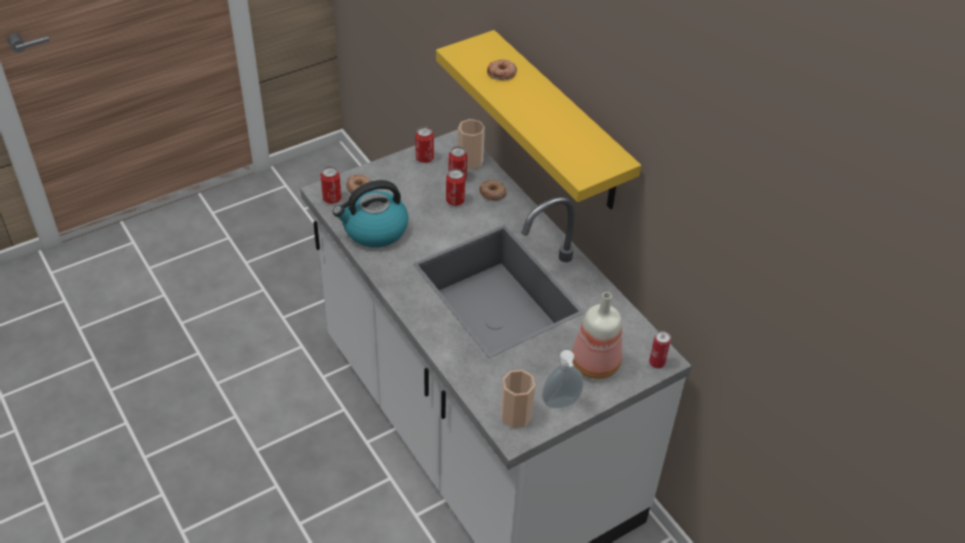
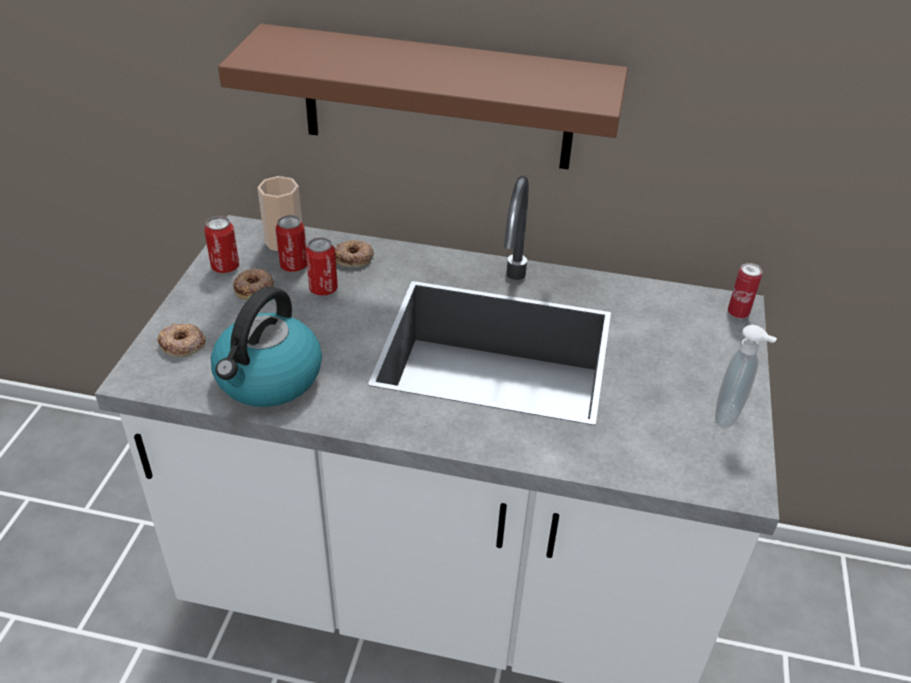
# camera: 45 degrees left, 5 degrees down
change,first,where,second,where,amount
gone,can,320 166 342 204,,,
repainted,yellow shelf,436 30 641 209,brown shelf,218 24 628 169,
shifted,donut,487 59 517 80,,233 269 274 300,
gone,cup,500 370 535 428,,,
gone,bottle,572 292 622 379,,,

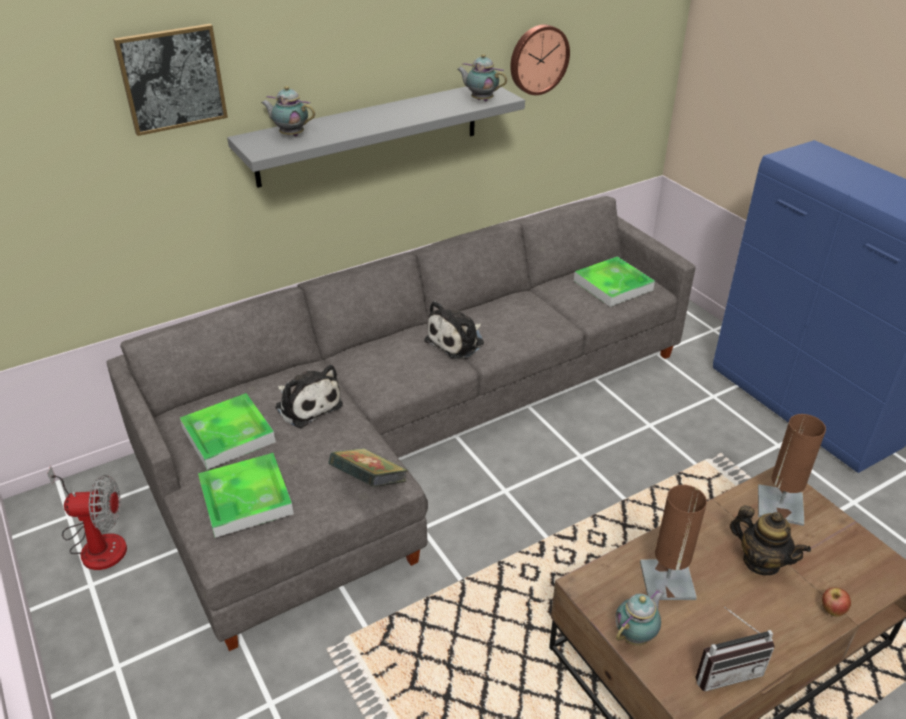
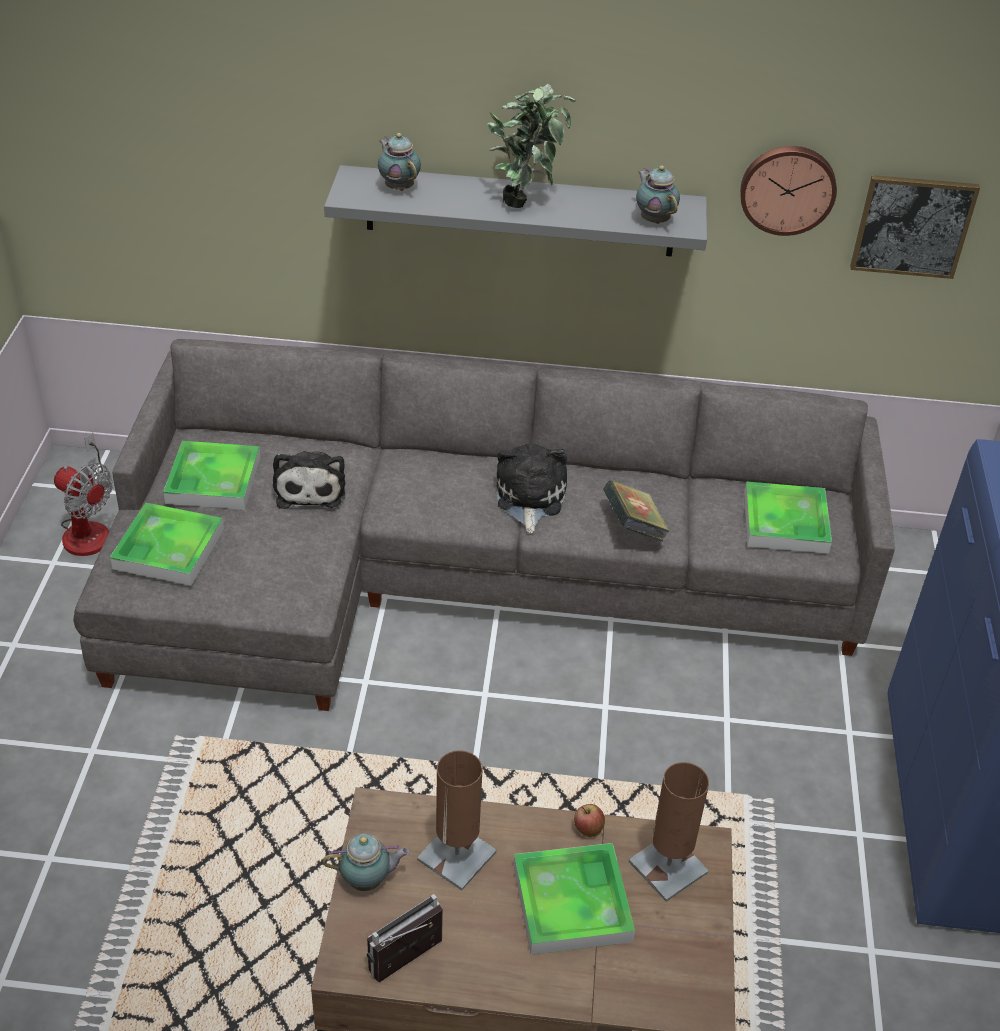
# camera: 35 degrees right, 5 degrees up
change,first,where,second,where,amount
shifted,picture,113 24 228 136,,850 175 980 279,
shifted,book,328 448 409 487,,603 480 670 541,
rotated,plush toy,424 301 484 359,,497 444 567 533,105 degrees clockwise
rotated,radio,695 607 775 691,,367 894 443 982,120 degrees clockwise
swapped,teapot,730 505 811 575,tray,514 843 635 955,
shifted,apple,822 587 851 617,,574 804 605 837,
new,,,potted plant,487 83 576 208,

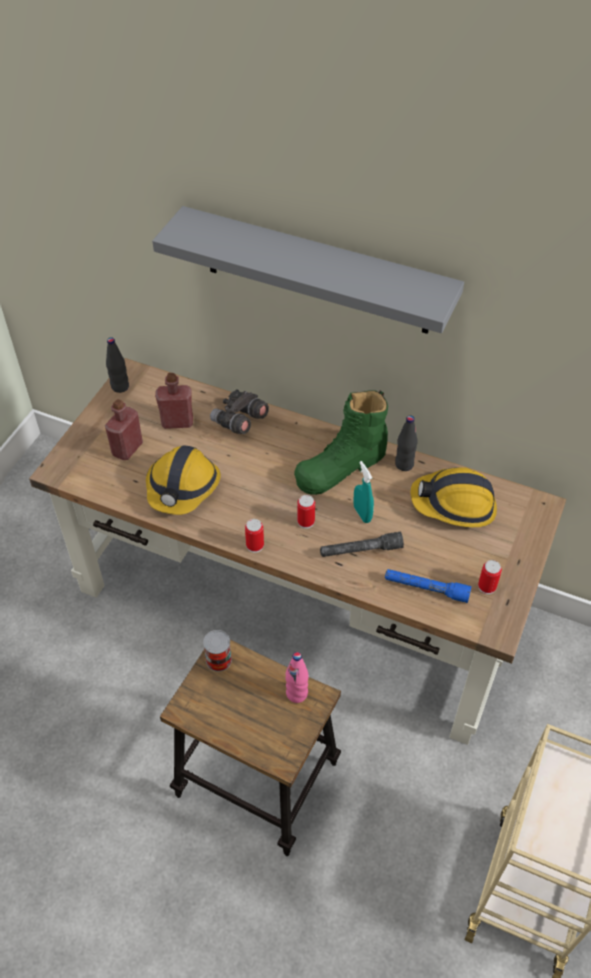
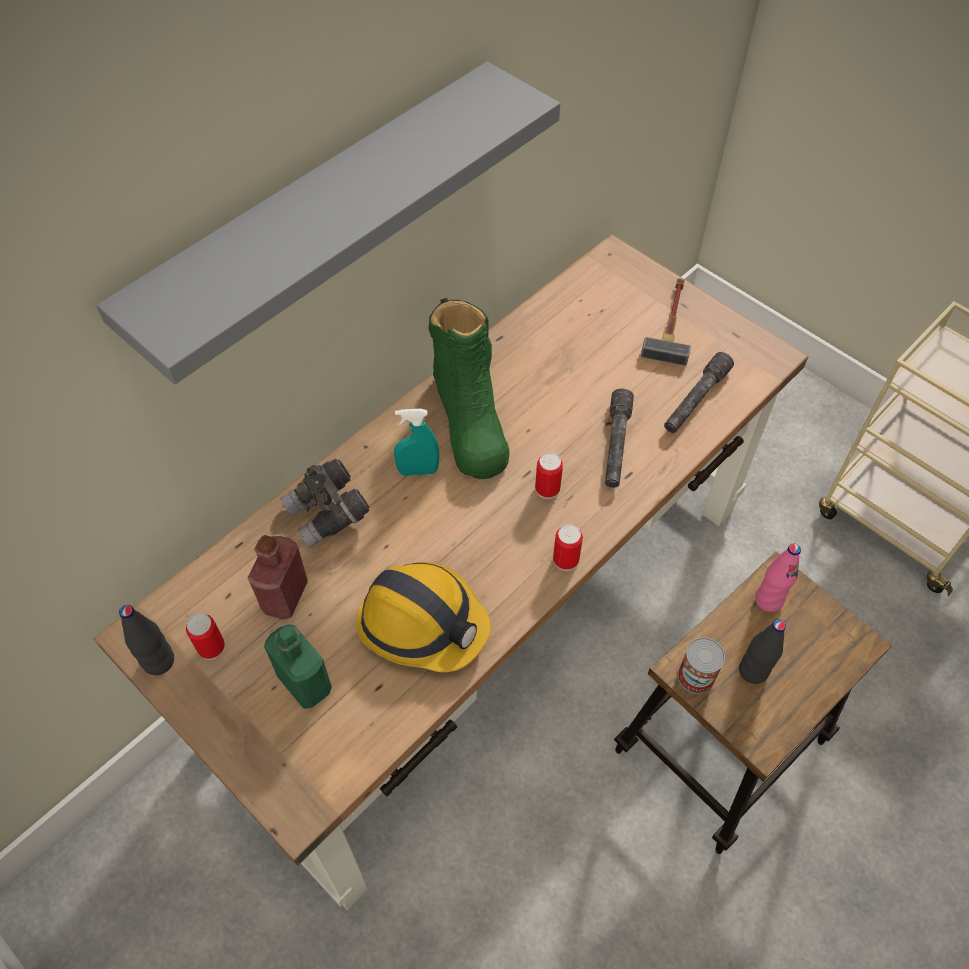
# camera: 70 degrees left, 5 degrees up
change,first,where,second,where,amount
repainted,red bottle,105 399 143 460,green bottle,264 625 332 709,
shifted,turquoise spray bottle,353 461 374 523,,394 409 439 476,
repainted,blue flashlight,385 569 472 603,grey flashlight,664 352 734 433,
shifted,black bottle,395 416 418 471,,739 619 786 684,
gone,hard hat,411 467 497 527,,,
shifted,can,478 560 502 594,,186 613 225 660,
new,,,hammer,641 278 691 366,

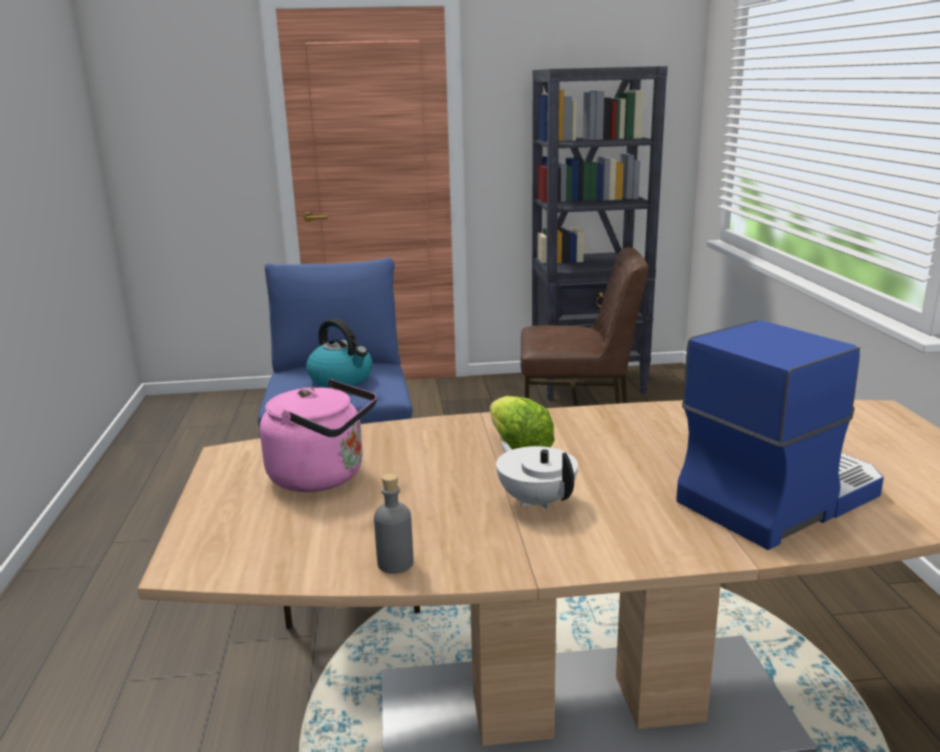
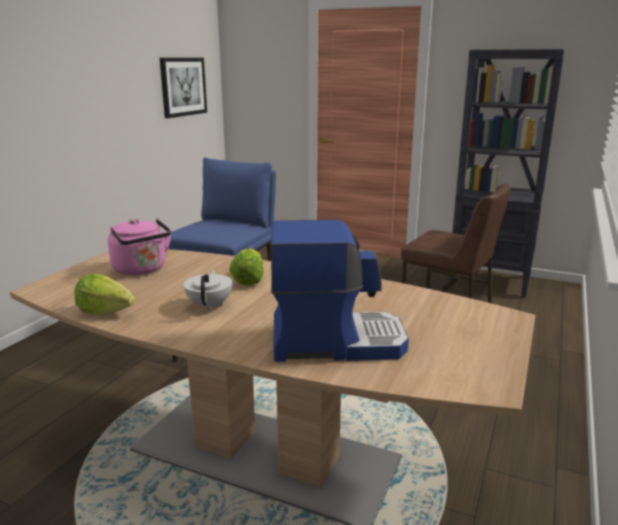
# camera: 30 degrees right, 0 degrees up
change,first,where,second,where,amount
gone,kettle,306 319 372 388,,,
swapped,grey bottle,374 473 413 574,lettuce,74 274 135 315,
new,,,picture,160 58 207 118,

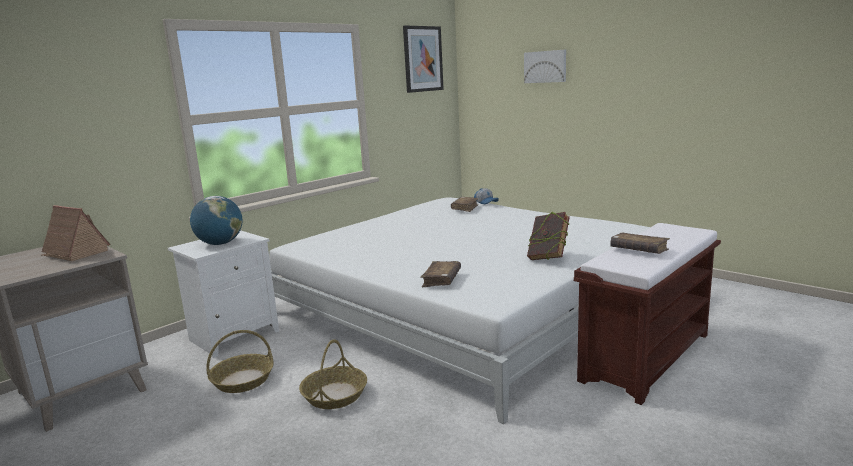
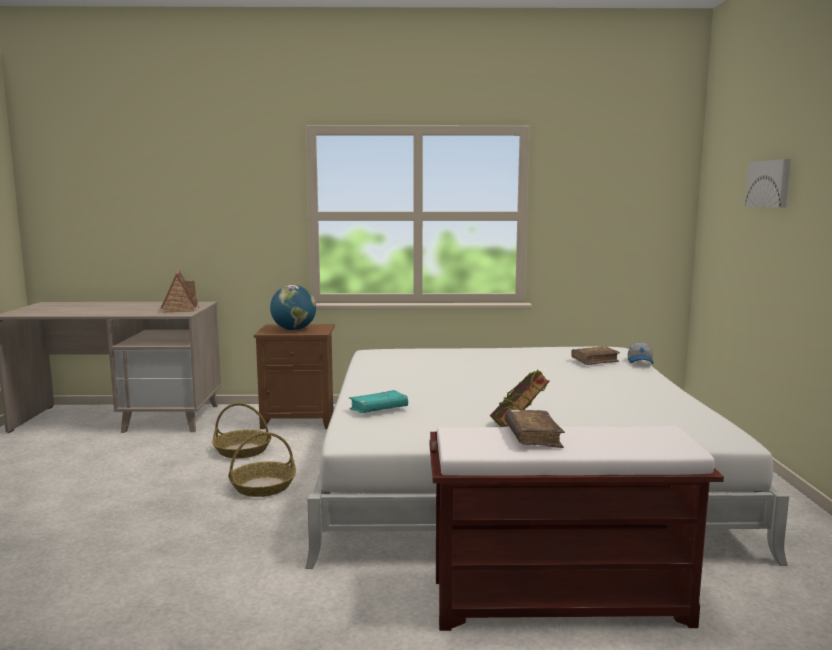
# camera: 45 degrees right, 5 degrees down
change,first,where,second,where,amount
repainted,white nightstand,168 230 279 358,brown nightstand,254 324 335 429,
gone,picture,403 25 444 93,,,
repainted,brown book,420 261 461 287,turquoise book,349 390 408 413,

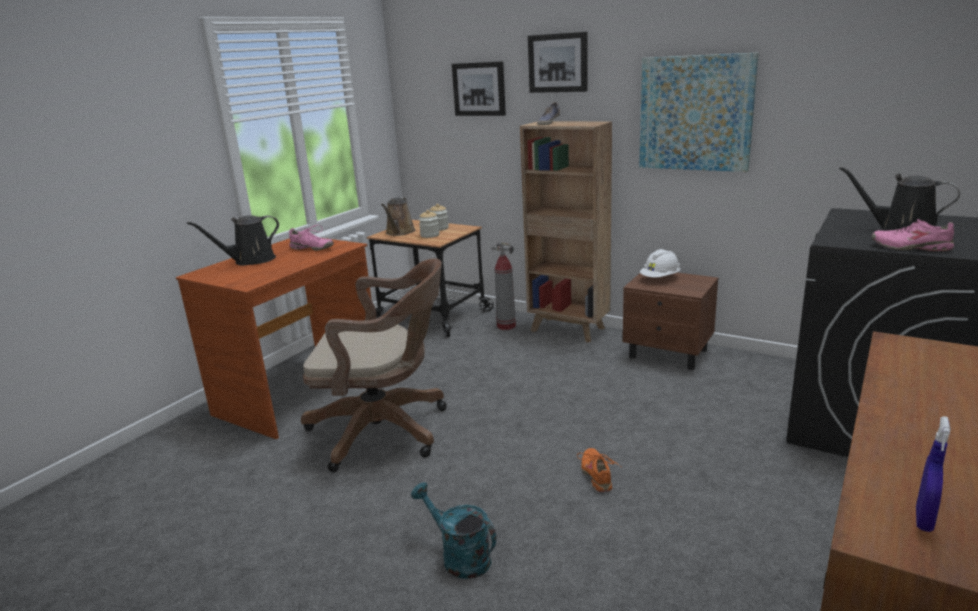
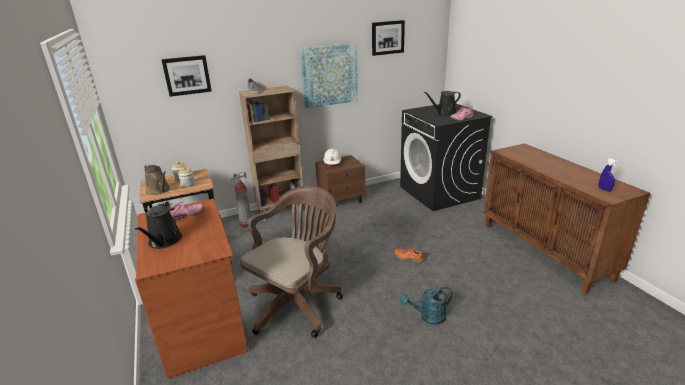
# camera: 55 degrees left, 5 degrees up
change,first,where,second,where,amount
shifted,picture,528 32 588 93,,372 20 405 56,

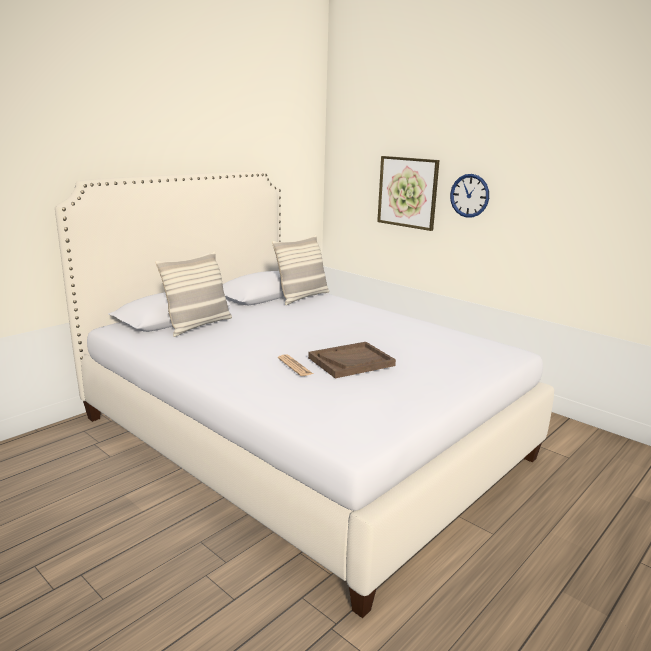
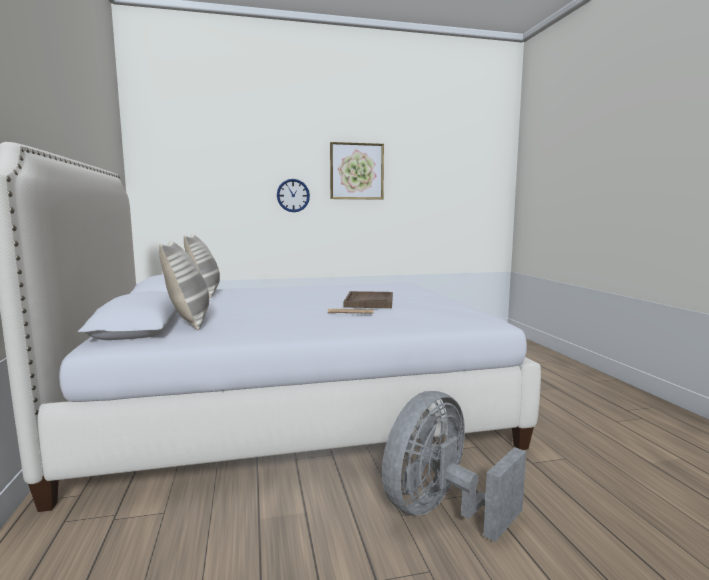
# camera: 55 degrees left, 10 degrees down
change,first,where,second,where,amount
shifted,picture,377 156 440 231,,330 142 384 199,
new,,,grey fan,382 391 526 542,

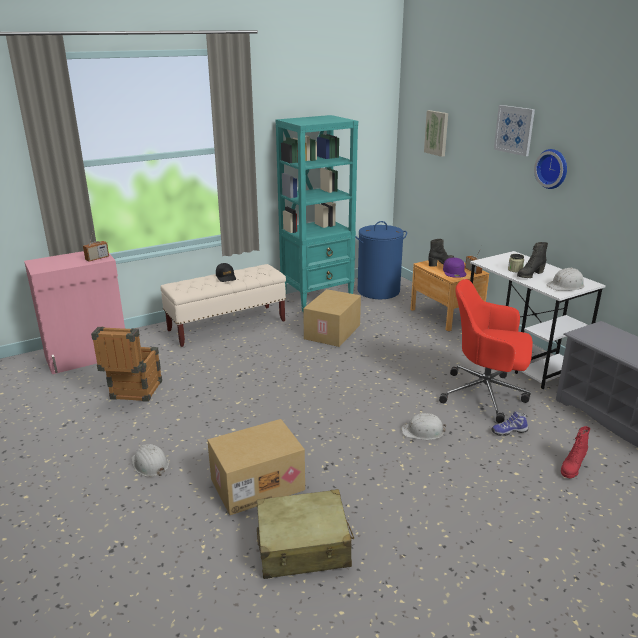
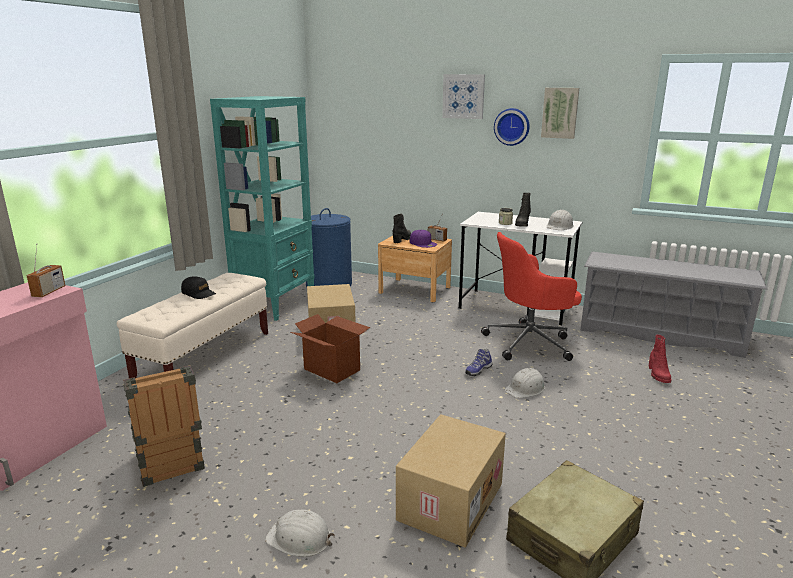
# camera: 35 degrees left, 5 degrees down
change,first,where,second,where,amount
shifted,picture,424 110 448 157,,541 88 579 139,
shifted,shoe,491 411 528 436,,465 349 492 376,
new,,,cardboard box,290 314 370 383,

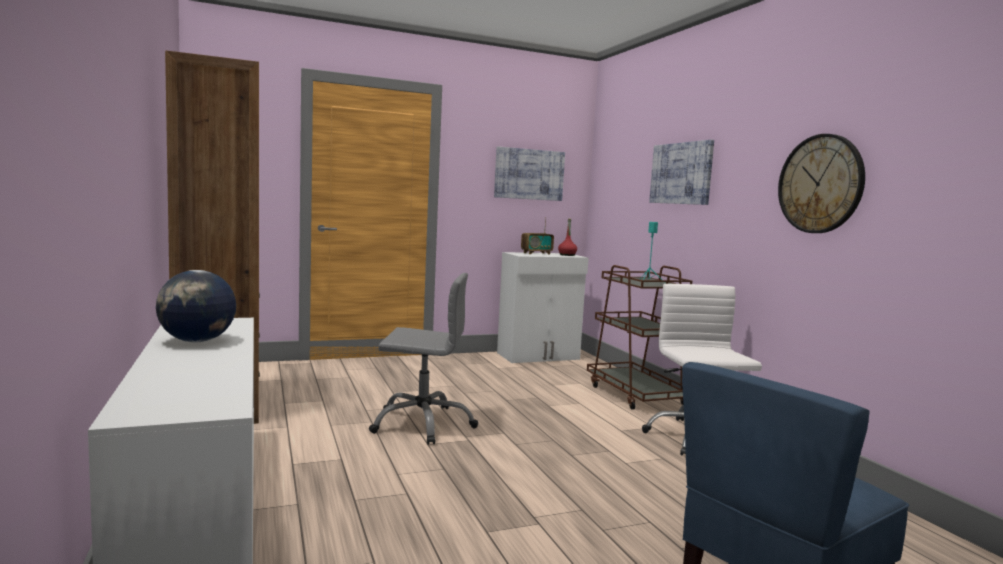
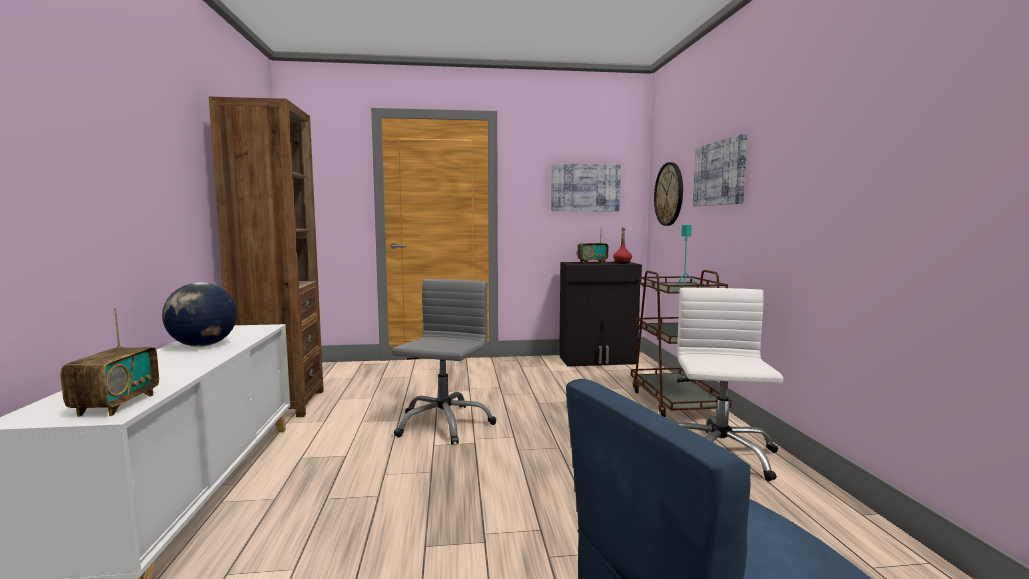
# camera: 15 degrees right, 0 degrees up
change,first,where,second,where,amount
rotated,grey office chair,369 273 478 445,,392 279 496 445,90 degrees counterclockwise
repainted,white cabinet,497 252 589 363,black cabinet,559 262 642 367,
shifted,wall clock,778 134 865 233,,654 162 683 226,
new,,,radio,61 308 159 417,

